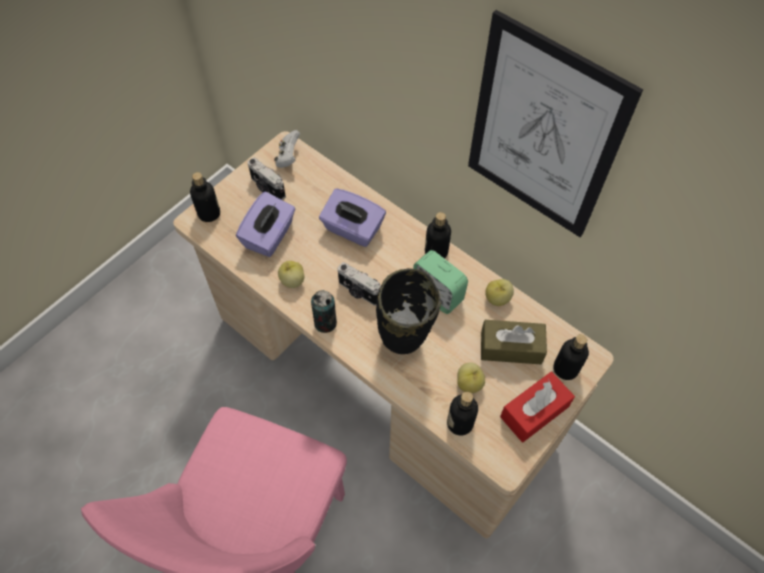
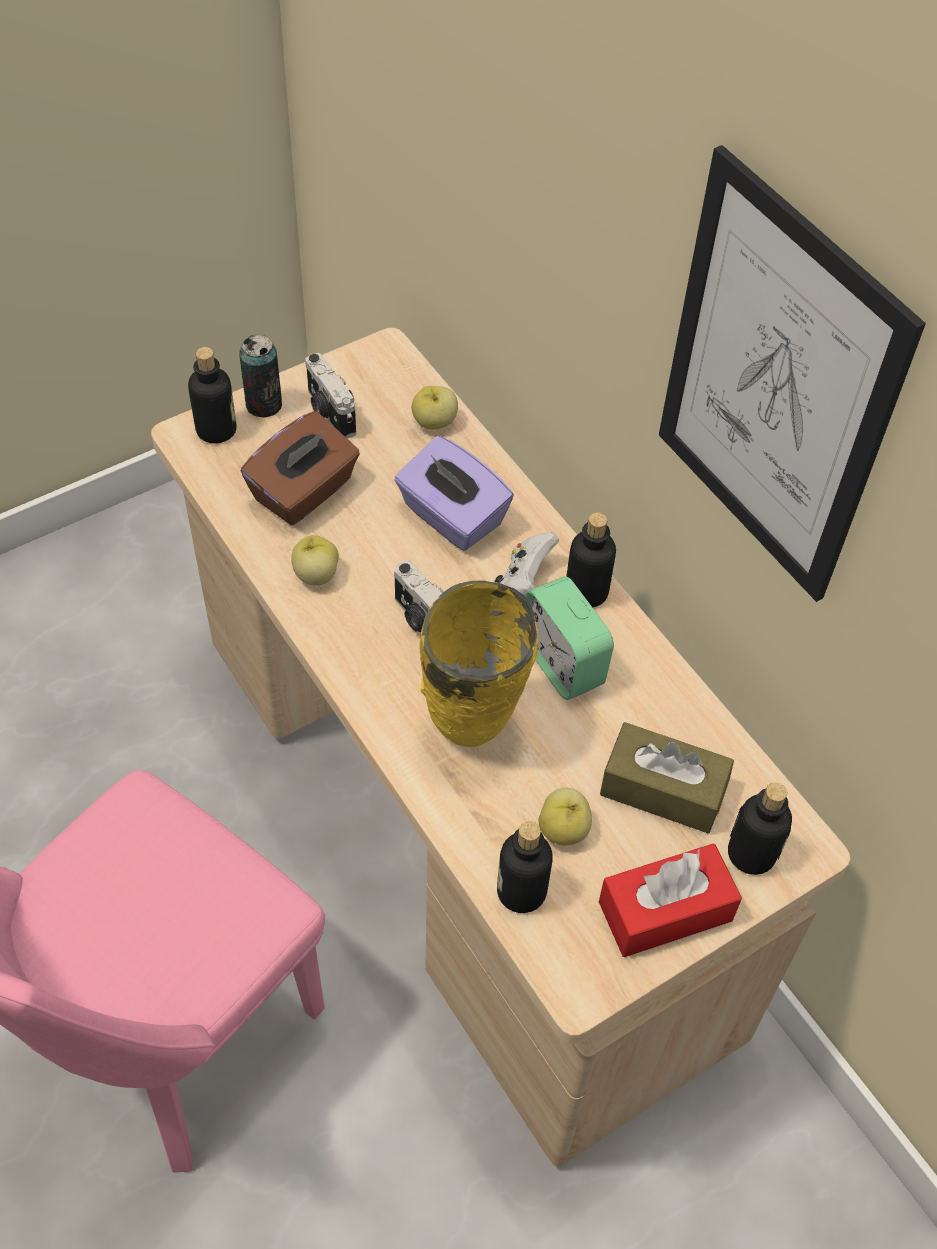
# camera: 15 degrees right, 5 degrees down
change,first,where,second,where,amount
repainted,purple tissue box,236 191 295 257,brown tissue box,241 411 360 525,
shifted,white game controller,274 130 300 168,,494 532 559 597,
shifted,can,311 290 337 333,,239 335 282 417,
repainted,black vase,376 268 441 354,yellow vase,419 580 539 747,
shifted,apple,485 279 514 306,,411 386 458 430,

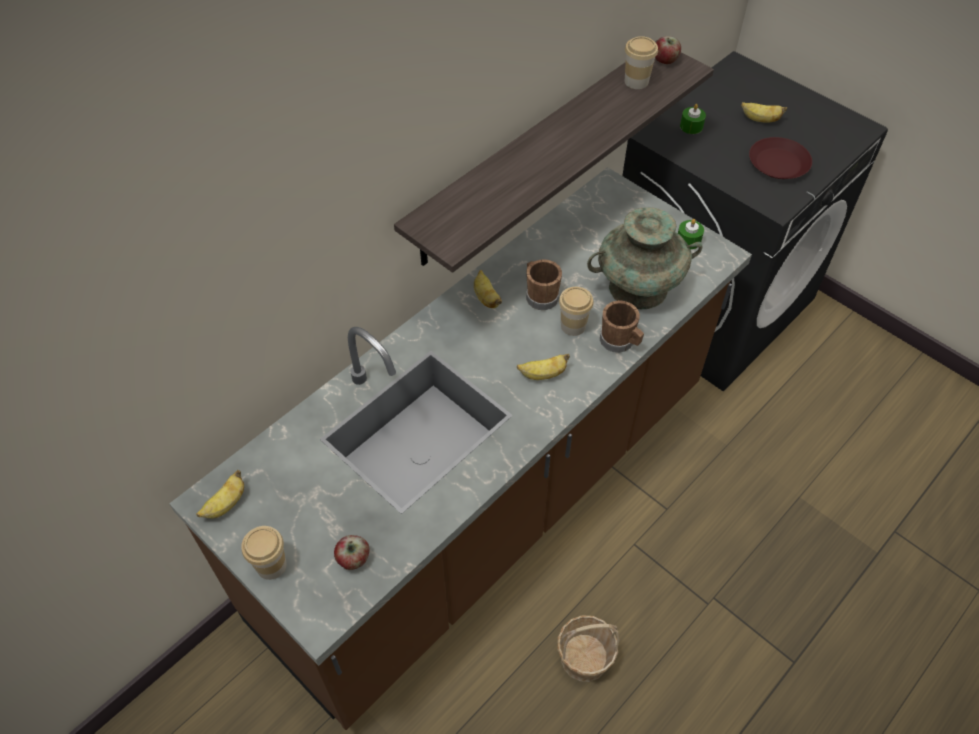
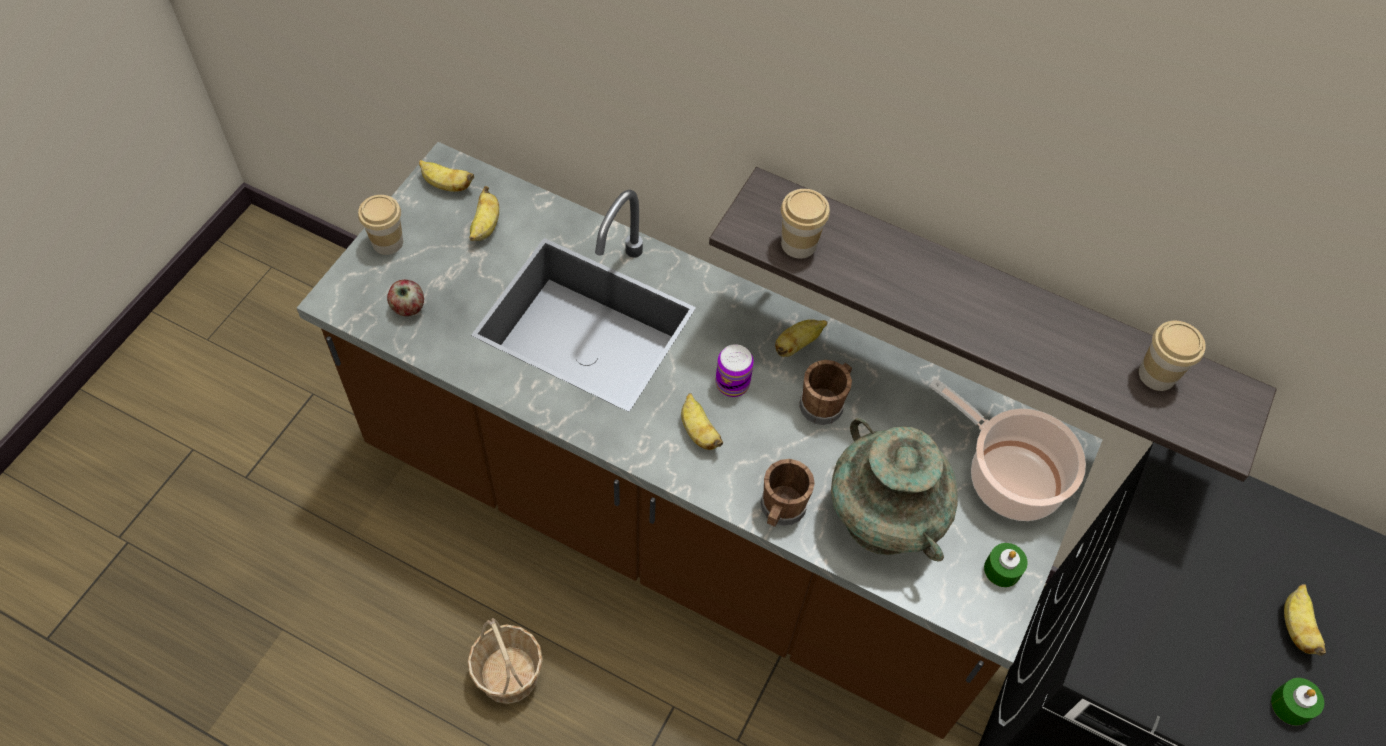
# camera: 70 degrees right, 5 degrees up
change,first,where,second,where,amount
shifted,cup,559 287 593 336,,781 189 830 259,
gone,apple,655 36 681 64,,,
shifted,green candle,680 104 706 134,,1271 678 1324 726,
gone,brown plate,749 137 812 179,,,
new,,,banana,469 186 499 241,
new,,,can,716 344 754 397,
new,,,cooking pot,929 378 1086 521,

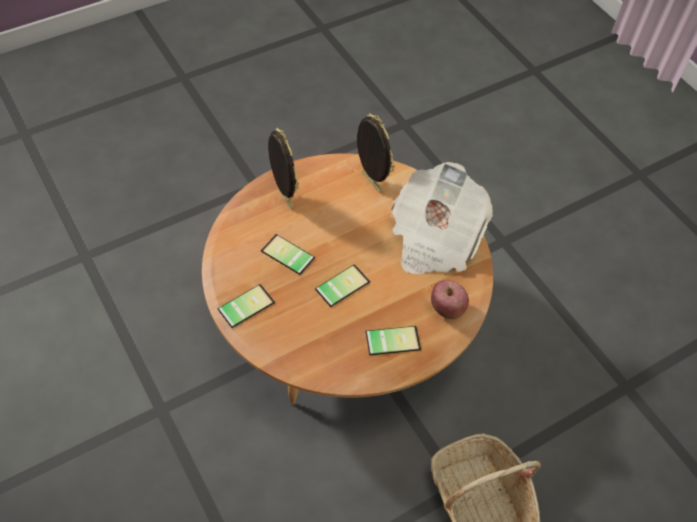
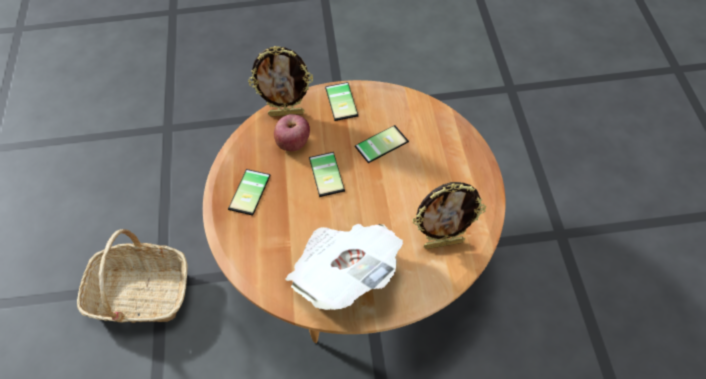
# camera: 120 degrees right, 0 degrees up
change,first,where,second,where,amount
shifted,picture frame,268 128 299 210,,248 46 313 117,
shifted,apple,431 280 469 319,,274 114 310 151,

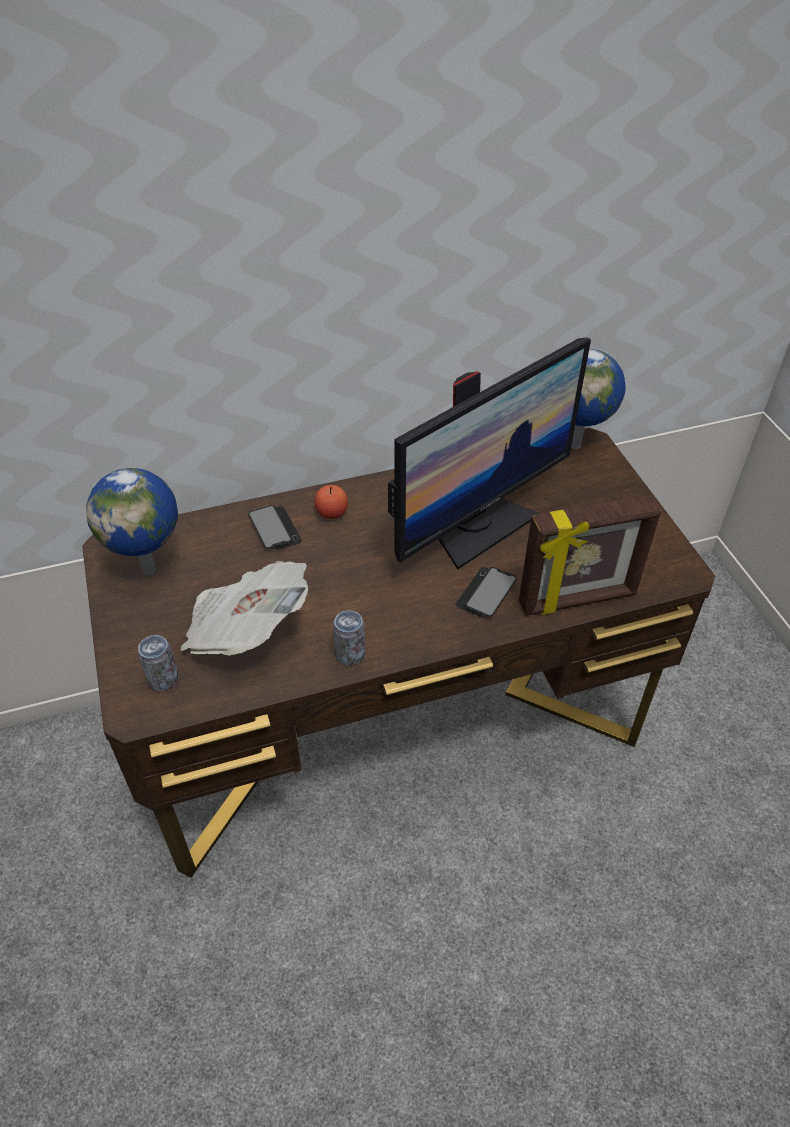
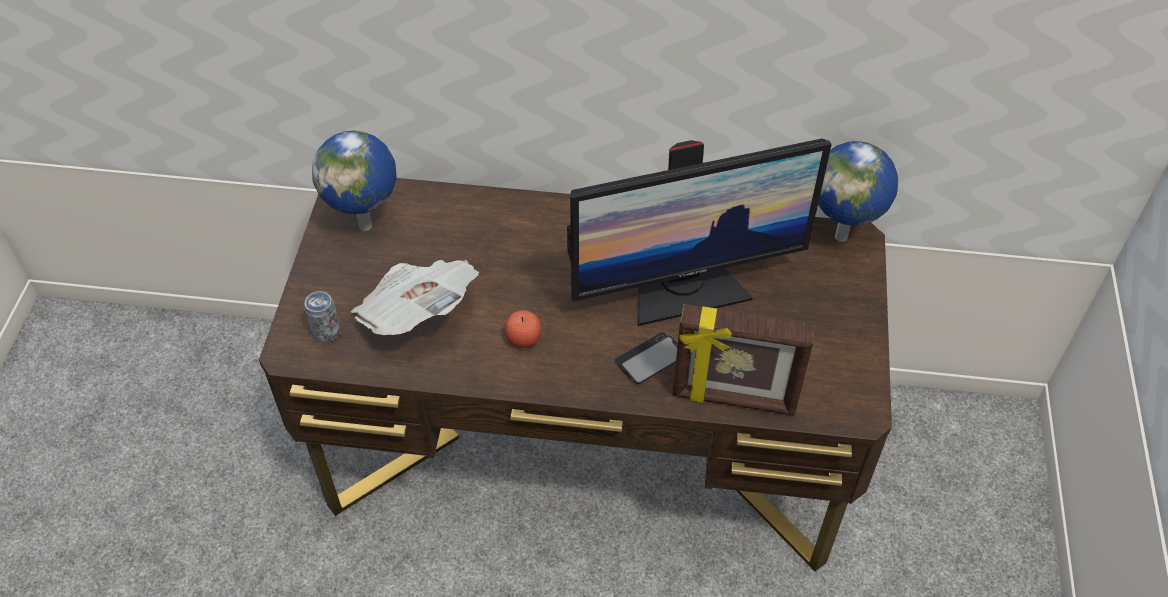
# camera: 25 degrees right, 5 degrees up
change,first,where,second,where,amount
gone,phone,248 505 302 550,,,
shifted,apple,314 485 348 519,,505 310 542 348,
gone,can,333 610 366 666,,,

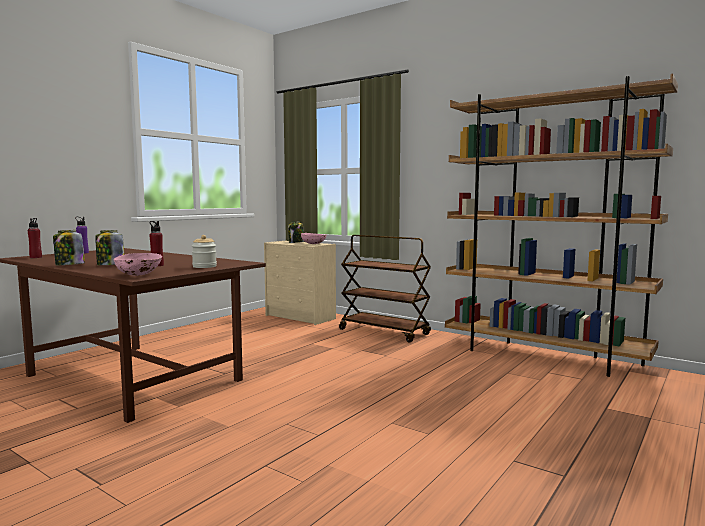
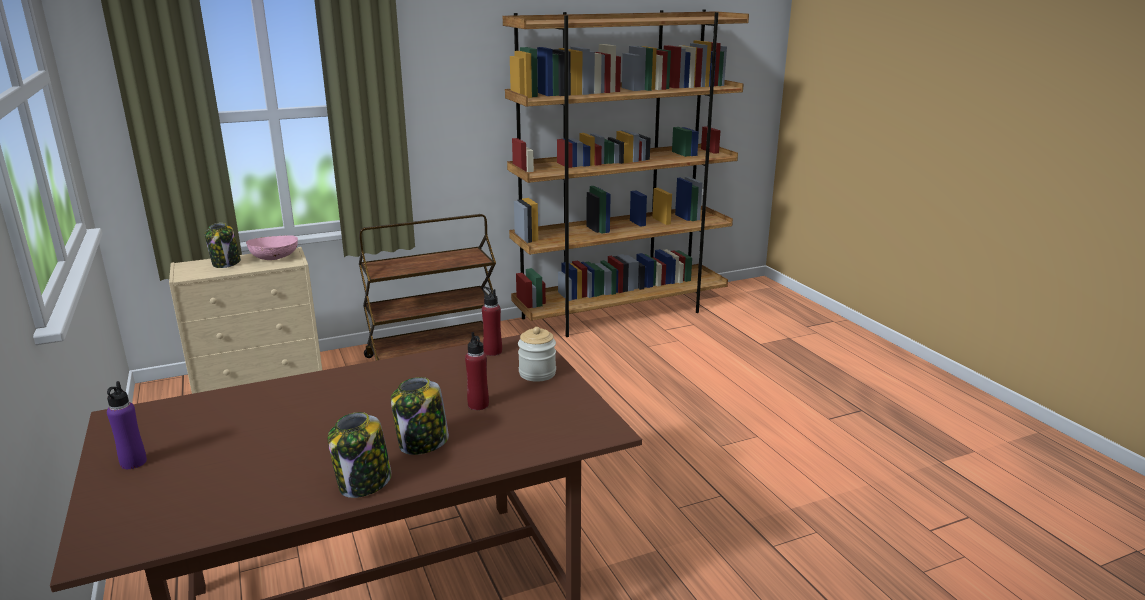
# camera: 60 degrees left, 15 degrees up
change,first,where,second,where,amount
shifted,red bottle,28 218 42 258,,482 287 502 356,
gone,pink bowl,114 253 162 276,,,

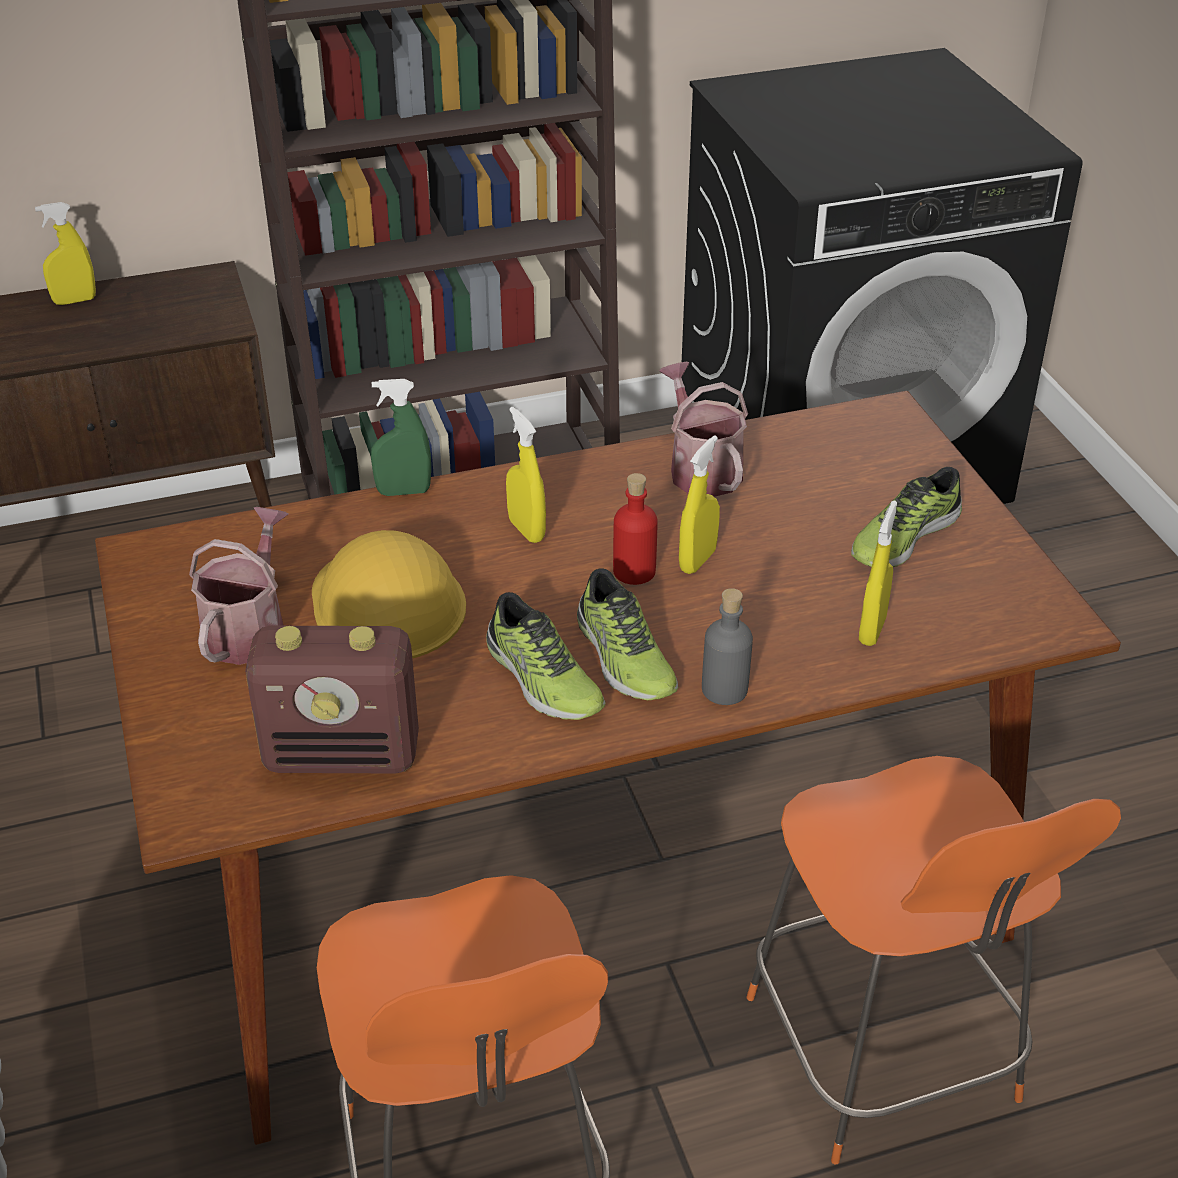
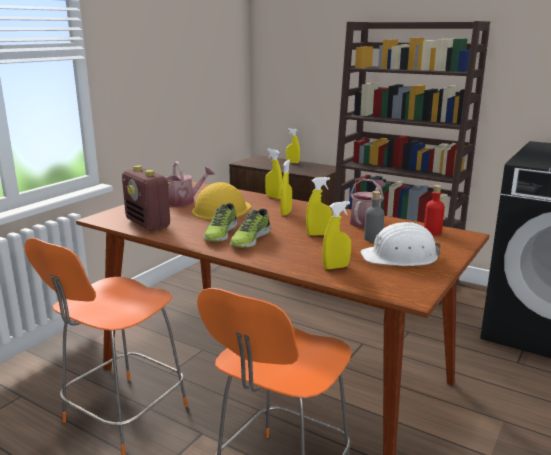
# camera: 50 degrees right, 20 degrees down
change,first,where,second,where,amount
repainted,green spray bottle,371 379 431 496,yellow spray bottle,265 149 283 199,
shifted,red bottle,613 473 657 585,,424 185 445 235,
shifted,grey bottle,702 588 753 705,,364 191 384 242,
swapped,shoe,851 467 962 567,white hard hat,361 222 441 266,

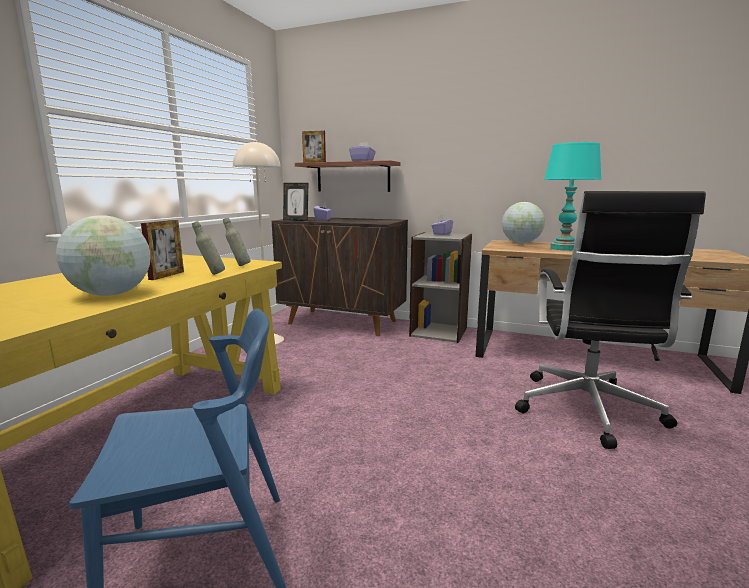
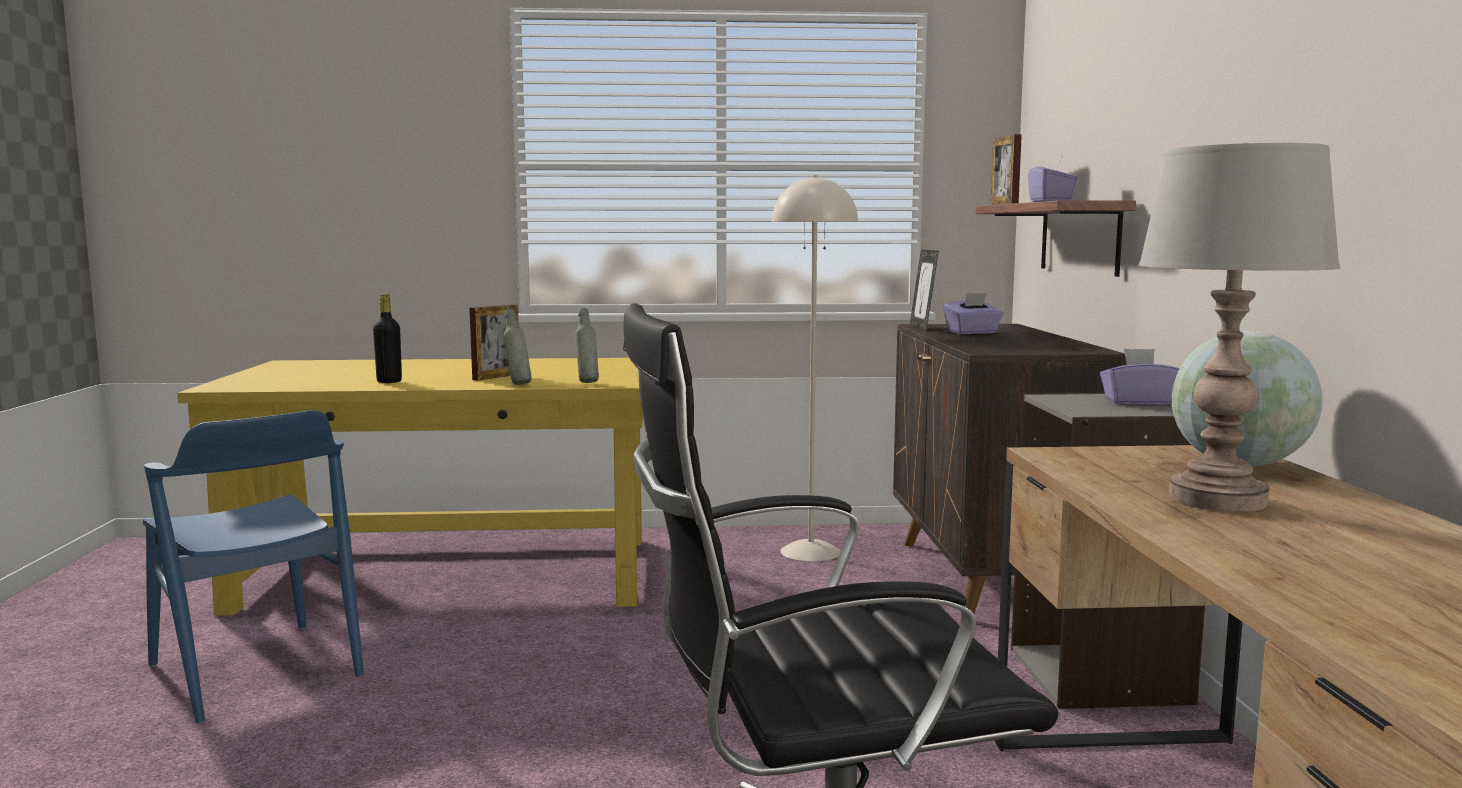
# camera: 65 degrees right, 5 degrees down
change,first,where,second,where,amount
swapped,globe,56 215 151 296,black bottle,373 294 402 383,
rotated,picture frame,141 220 184 280,,469 304 519 381,45 degrees counterclockwise
repainted,turquoise table lamp,544 142 602 251,grey table lamp,1139 143 1340 512,

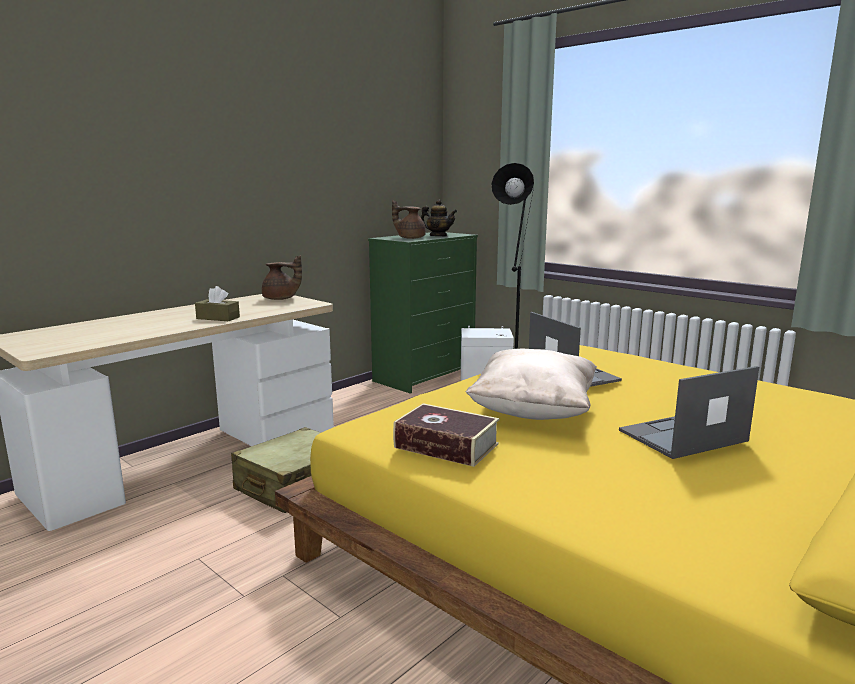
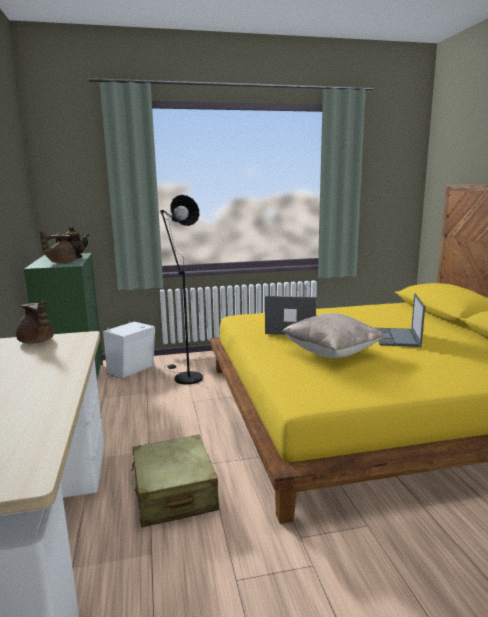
# camera: 55 degrees left, 0 degrees up
change,first,where,second,where,amount
gone,brown tissue box,195 286 240 321,,,
rotated,brown teapot,262 255 302 300,,16 300 53 344,90 degrees clockwise
gone,book,393 403 499 467,,,

